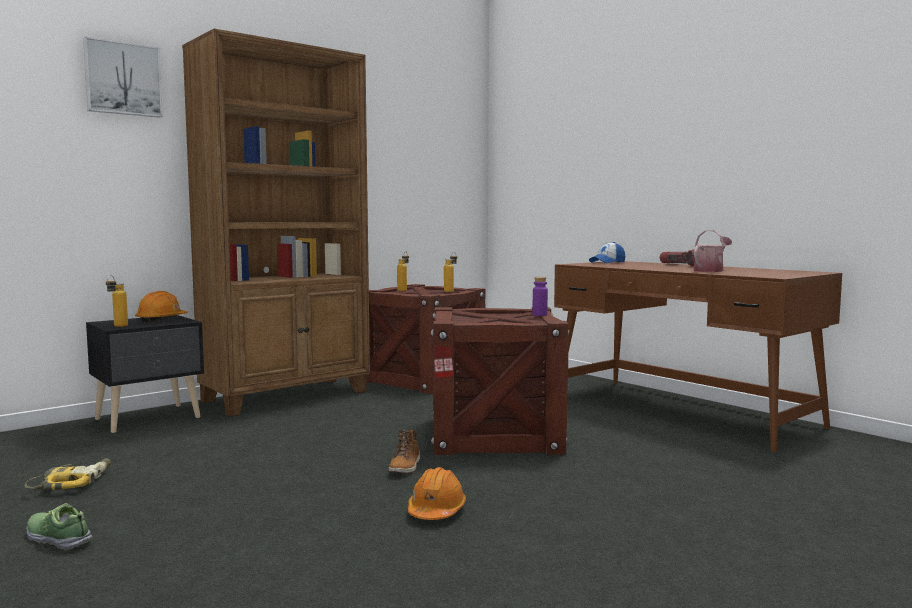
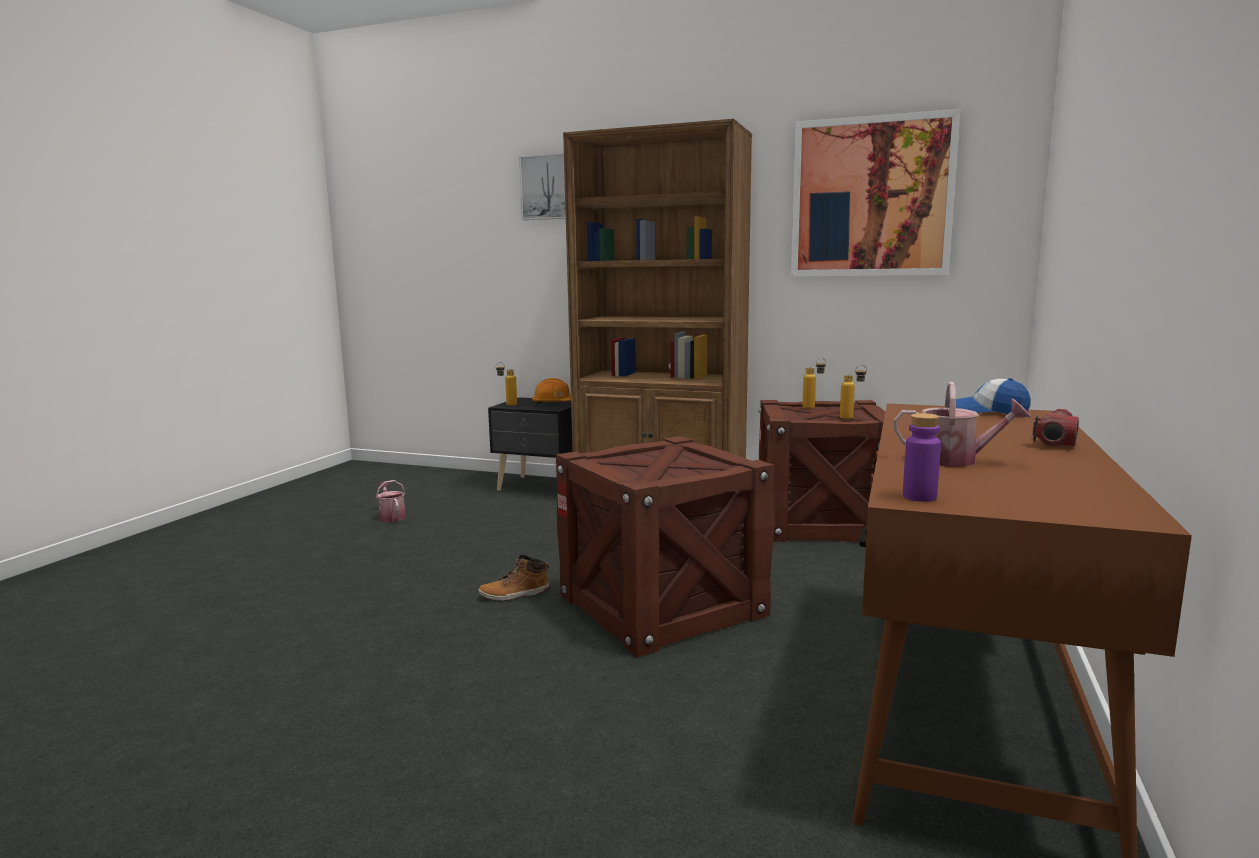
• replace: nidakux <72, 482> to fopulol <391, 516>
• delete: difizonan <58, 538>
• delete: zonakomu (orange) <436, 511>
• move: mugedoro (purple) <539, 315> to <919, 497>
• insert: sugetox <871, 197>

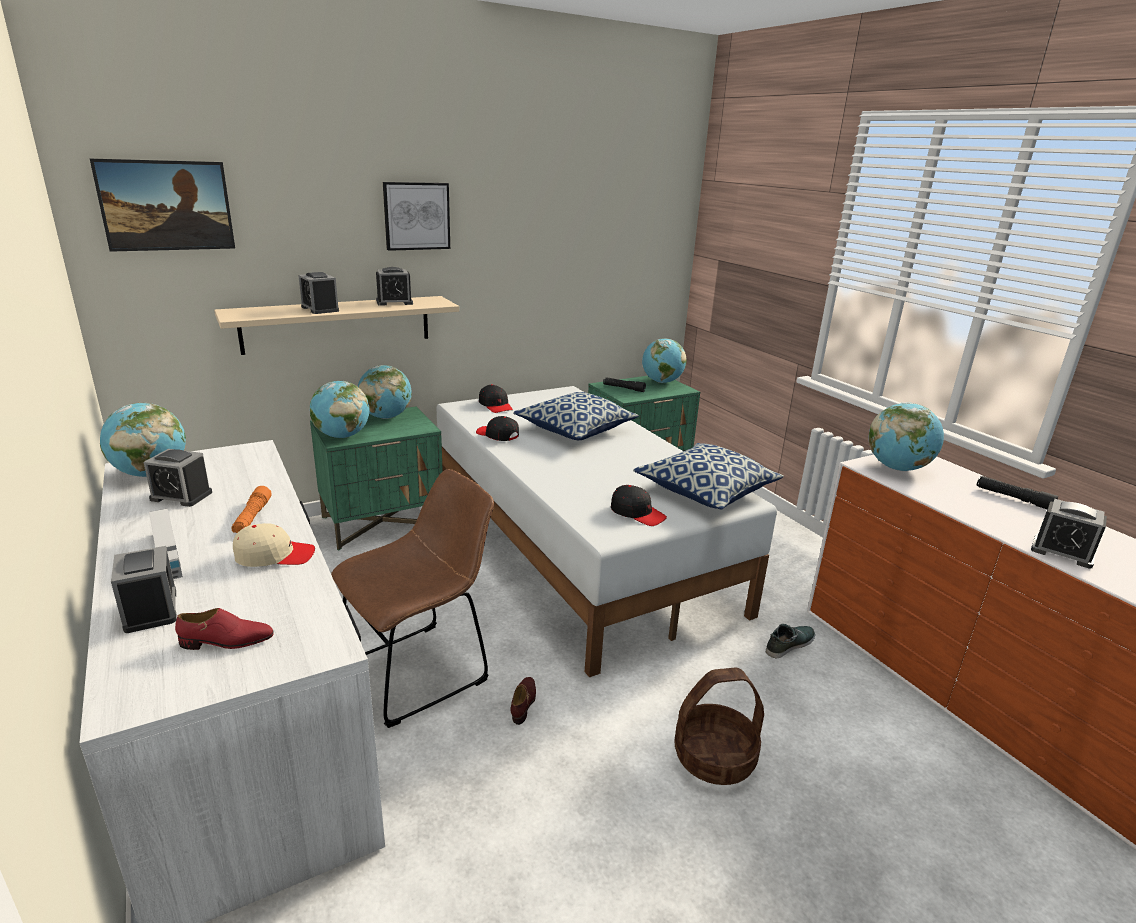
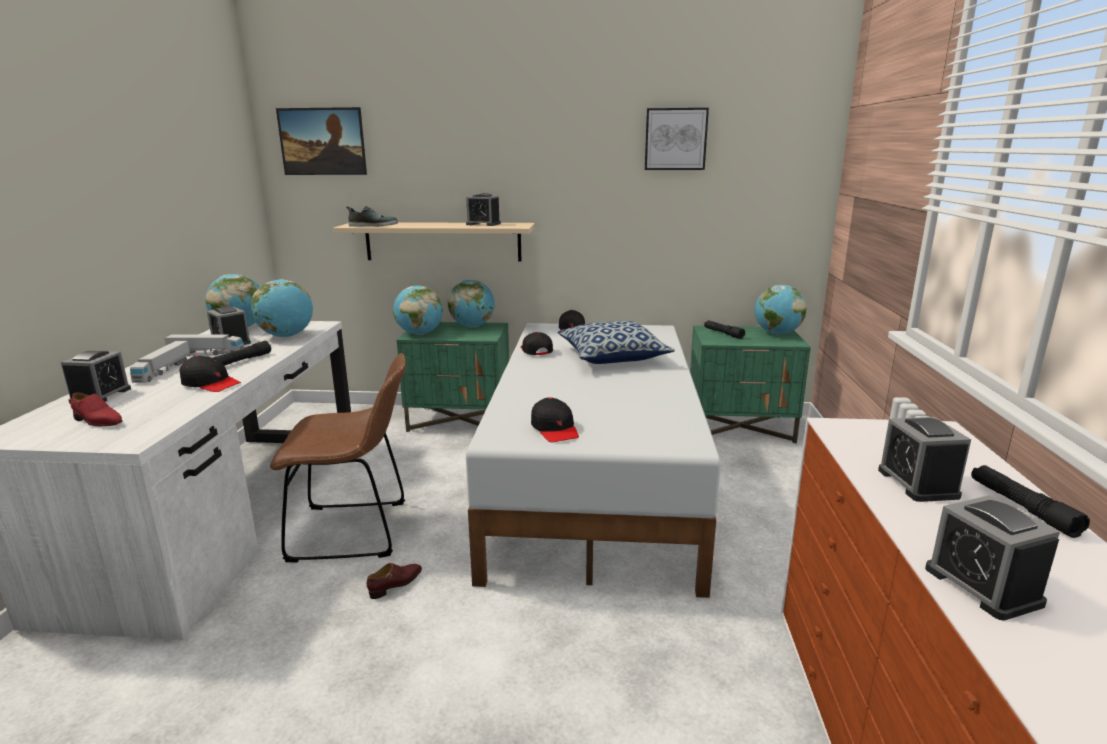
• recolor: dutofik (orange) <252, 517> to dutofik (black) <242, 361>
• recolor: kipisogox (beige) <274, 555> to kipisogox (black) <211, 383>
• move: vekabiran <320, 309> to <917, 483>
• move: sugetox <416, 216> to <675, 139>
• delete: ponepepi <706, 491>
• delete: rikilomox <714, 758>
• move: difizonan <789, 644> to <373, 225>
• move: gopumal <897, 468> to <287, 336>
• insert: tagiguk <206, 353>

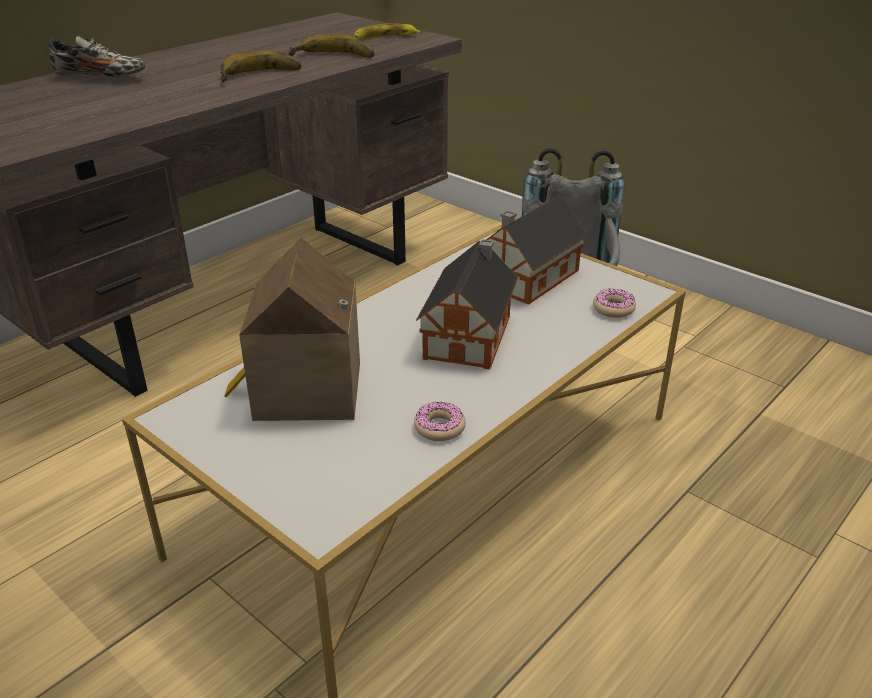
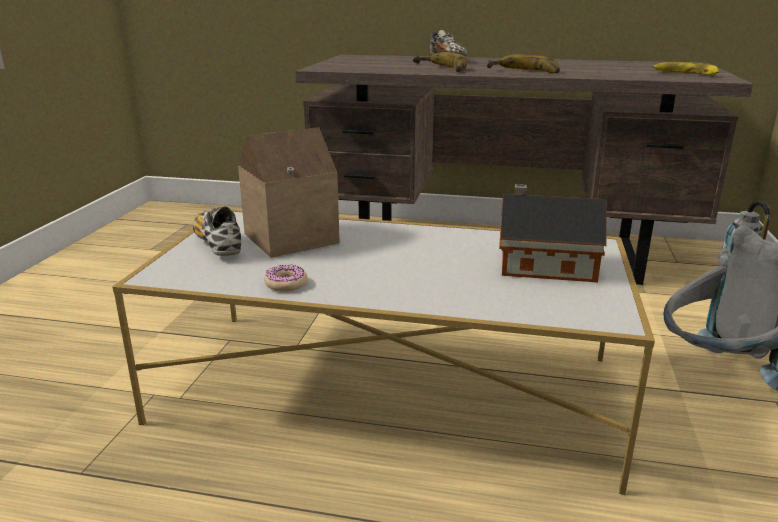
• move: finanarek <333, 57> to <439, 68>
• delete: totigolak <470, 334>
• delete: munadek <613, 309>
• insert: difizonan <218, 244>

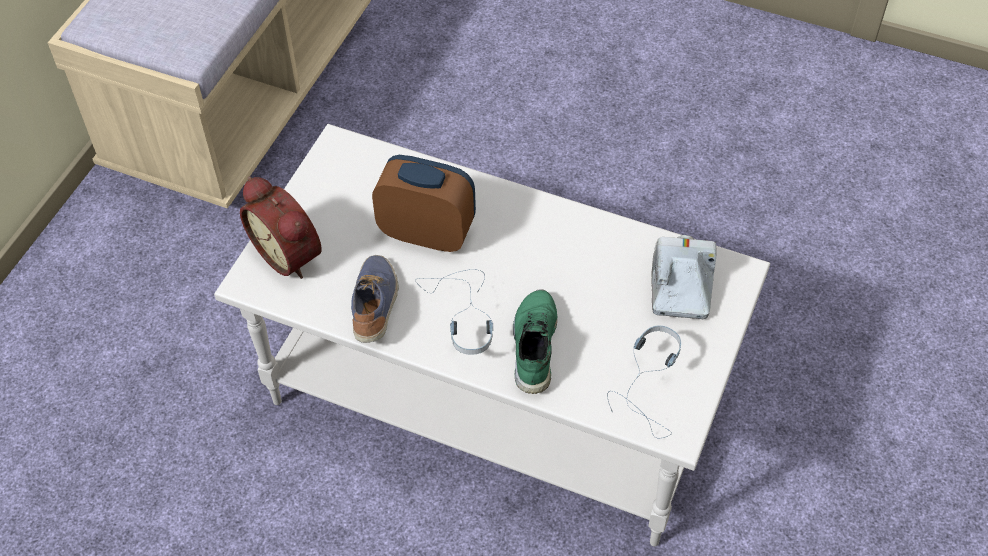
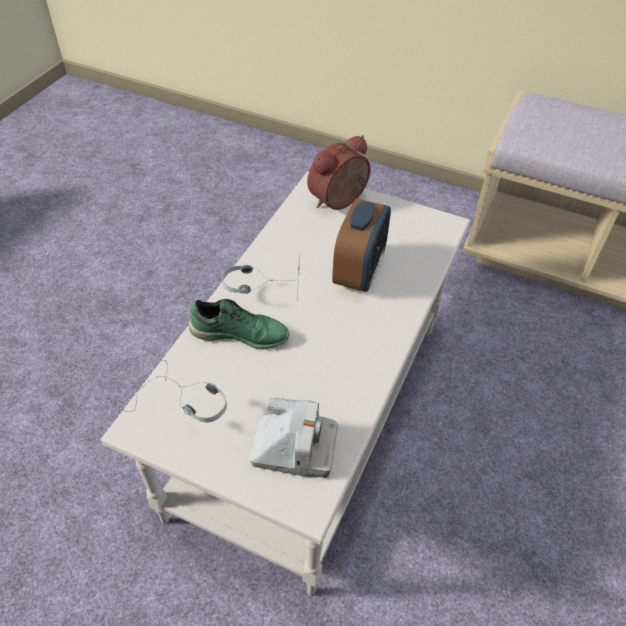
• delete: difizonan <376, 306>

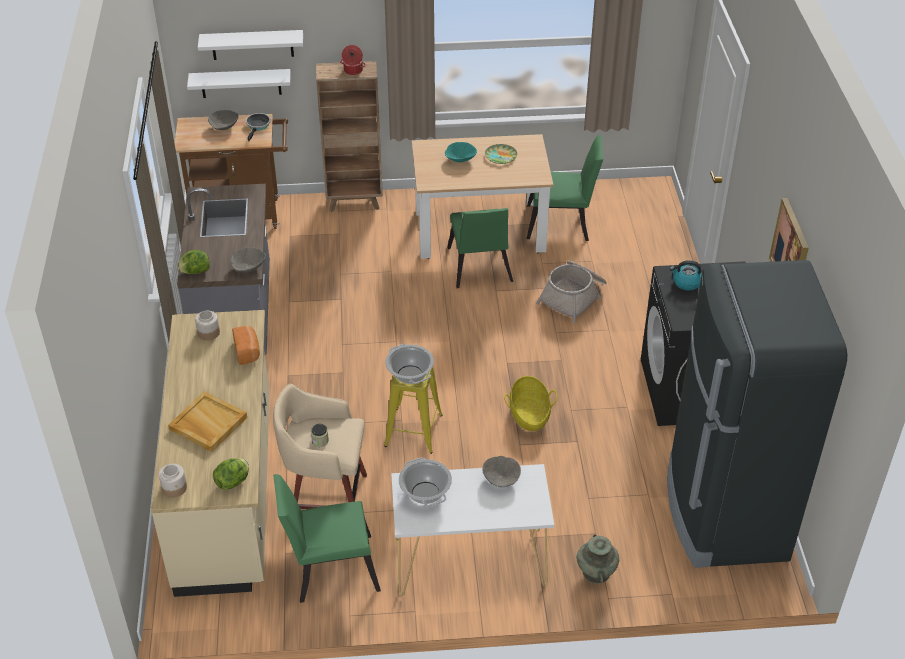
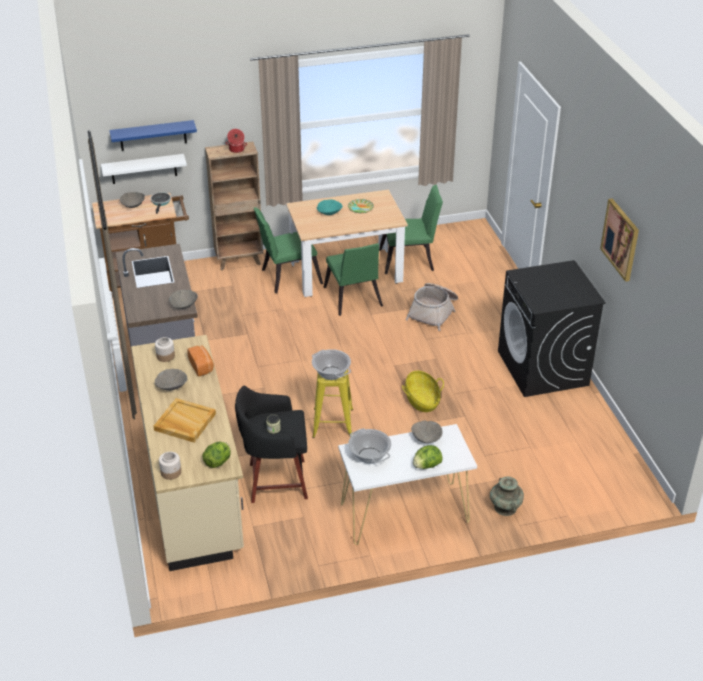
• move: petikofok <195, 271> to <426, 465>
• recolor: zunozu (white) <252, 44> to zunozu (blue) <153, 135>
• recolor: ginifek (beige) <326, 497> to ginifek (black) <275, 481>
• move: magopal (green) <329, 568> to <287, 277>
• delete: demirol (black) <724, 514>
• delete: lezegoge <686, 283>
• insert: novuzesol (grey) <171, 387>

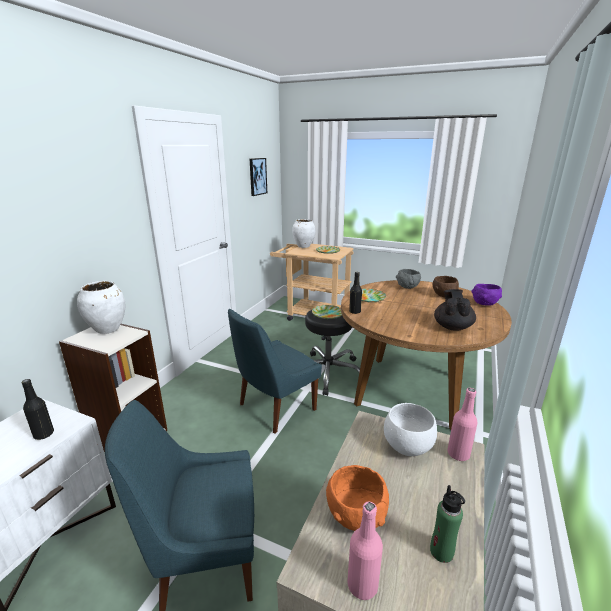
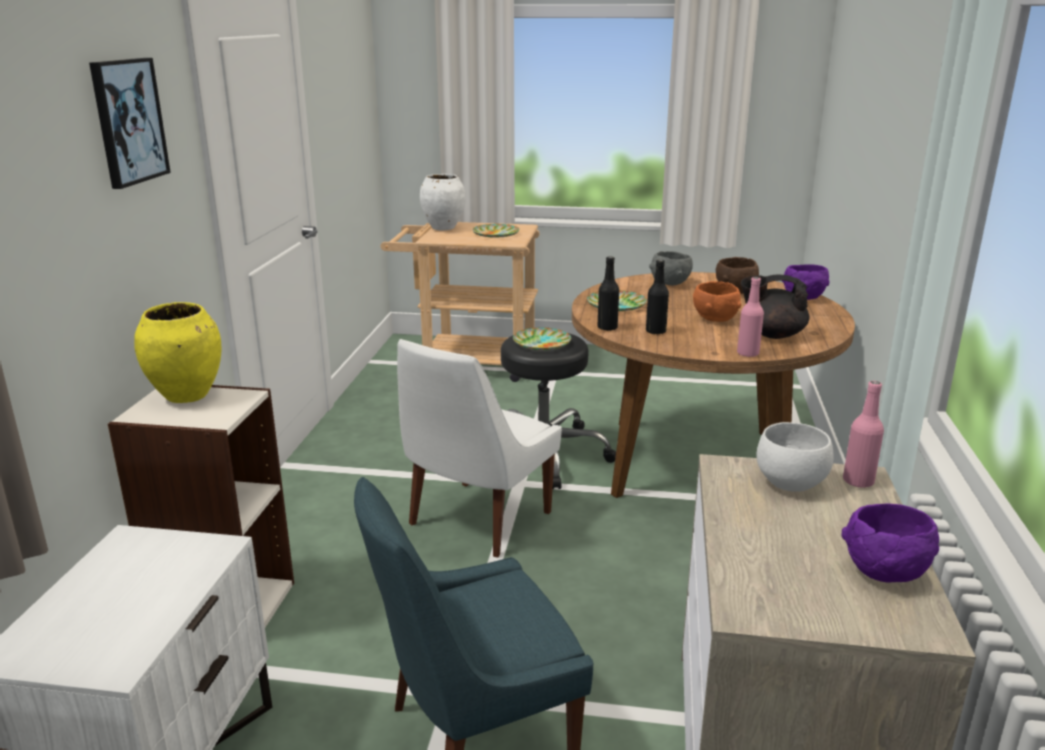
• move: mugedoro (black) <44, 434> to <655, 331>
• recolor: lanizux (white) <108, 329> to lanizux (yellow) <188, 395>
• recolor: magopal (blue) <274, 408> to magopal (white) <476, 521>
• move: sugetox <257, 176> to <128, 121>
• move: novuzesol (orange) <356, 516> to <714, 319>
• move: mugedoro (pink) <362, 585> to <747, 353>
• replace: mugedoro (green) <441, 551> to novuzesol (purple) <885, 572>
• rotate: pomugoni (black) <452, 327> = <772, 334> 75 degrees counterclockwise

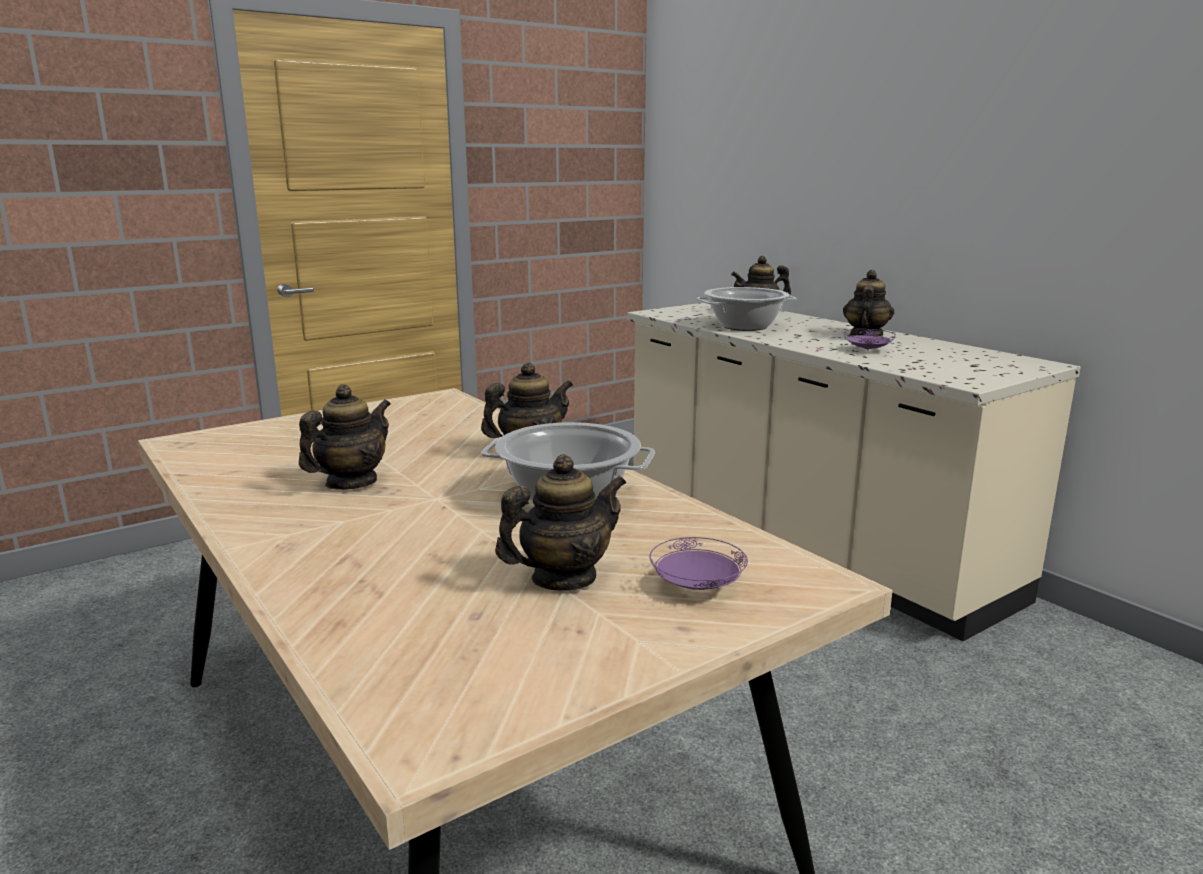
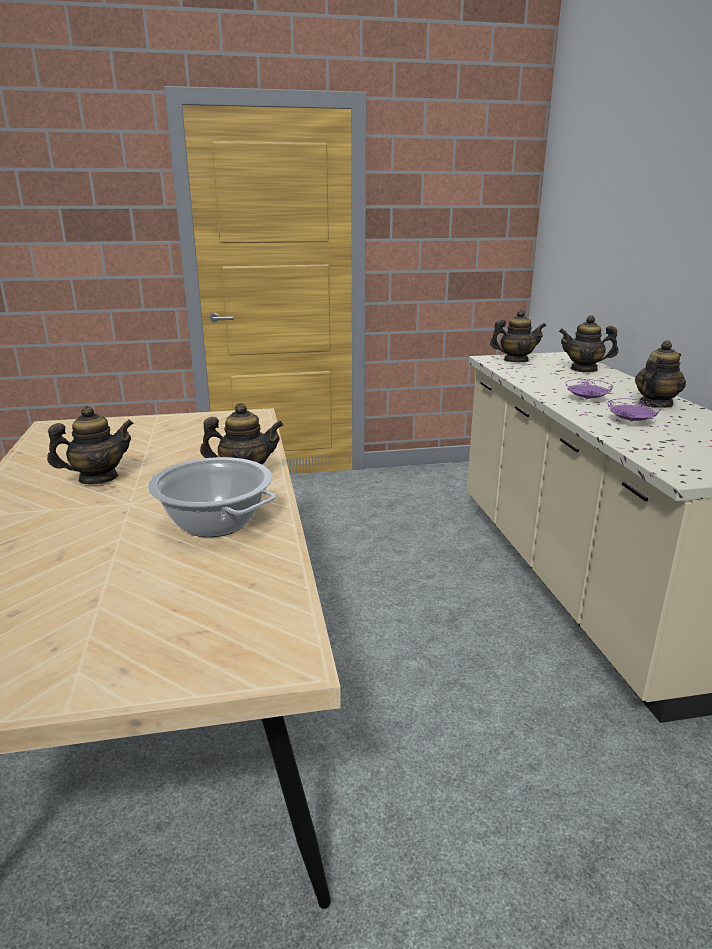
• move: pomugoni <563, 578> to <515, 361>
• move: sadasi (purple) <696, 587> to <586, 399>
• delete: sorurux <745, 326>

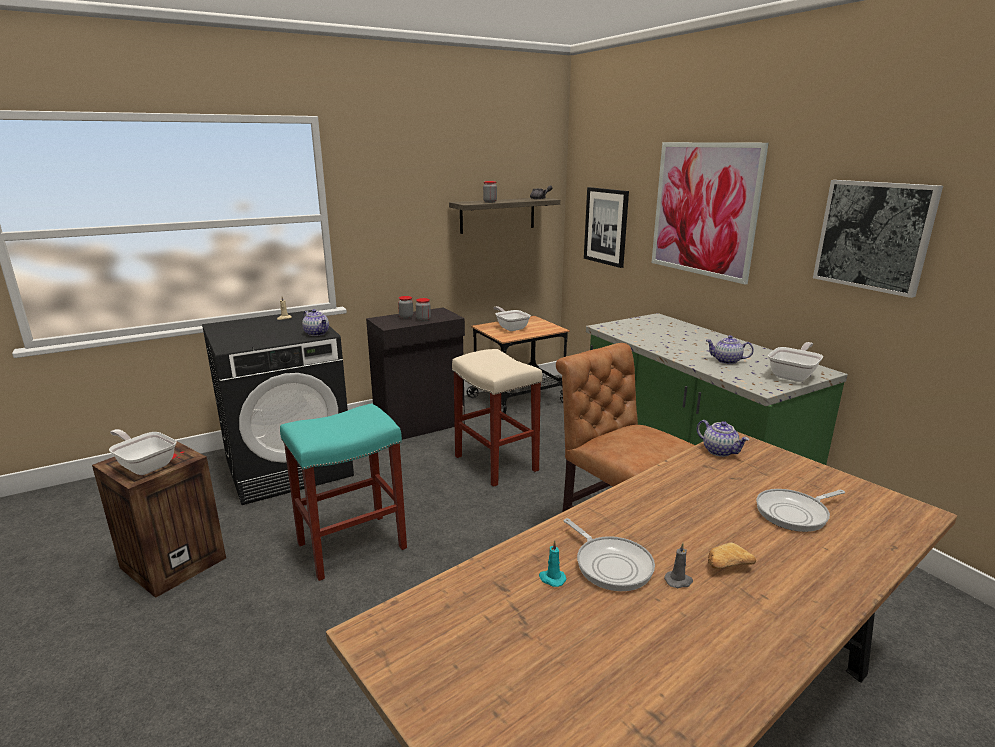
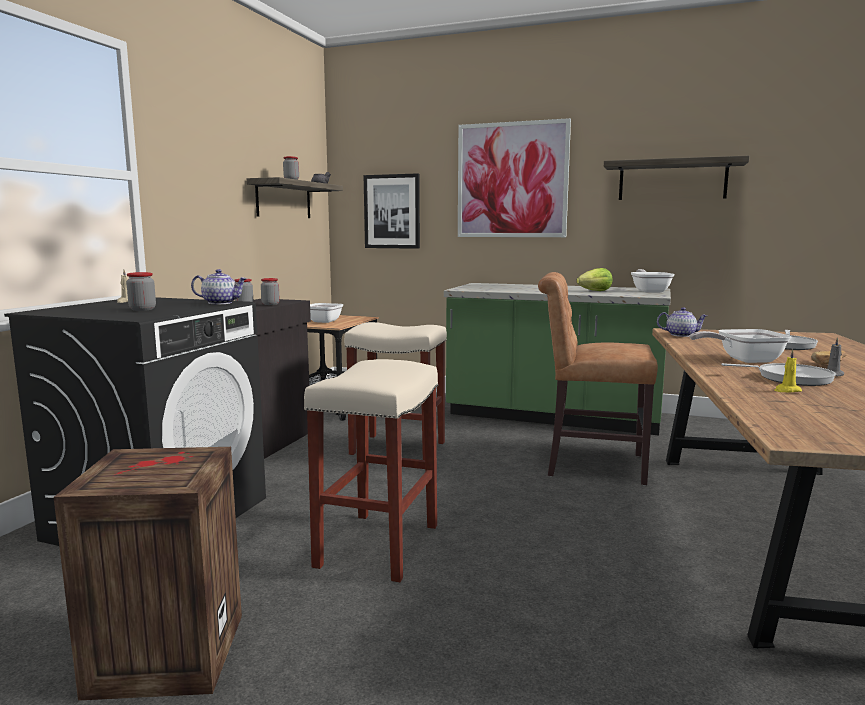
• move: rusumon <145, 465> to <743, 360>
• recolor: ginifek (turquoise) <353, 545> to ginifek (beige) <378, 544>
• recolor: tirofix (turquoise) <551, 579> to tirofix (yellow) <787, 390>
• replace: pomugoni <726, 361> to petikofok <595, 291>
• replace: sugetox <874, 236> to zunozu <672, 180>
• insert: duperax <142, 309>

